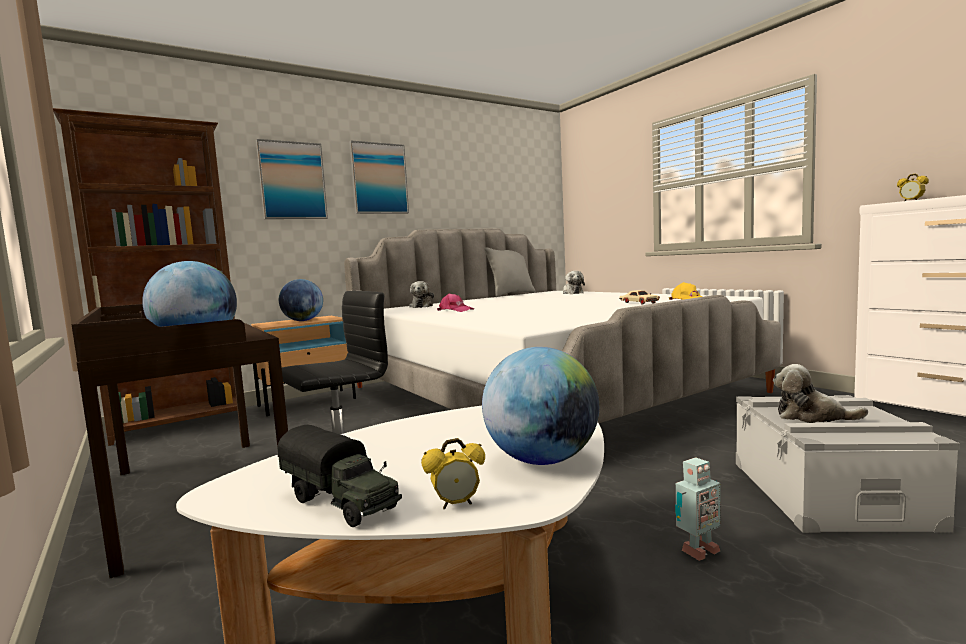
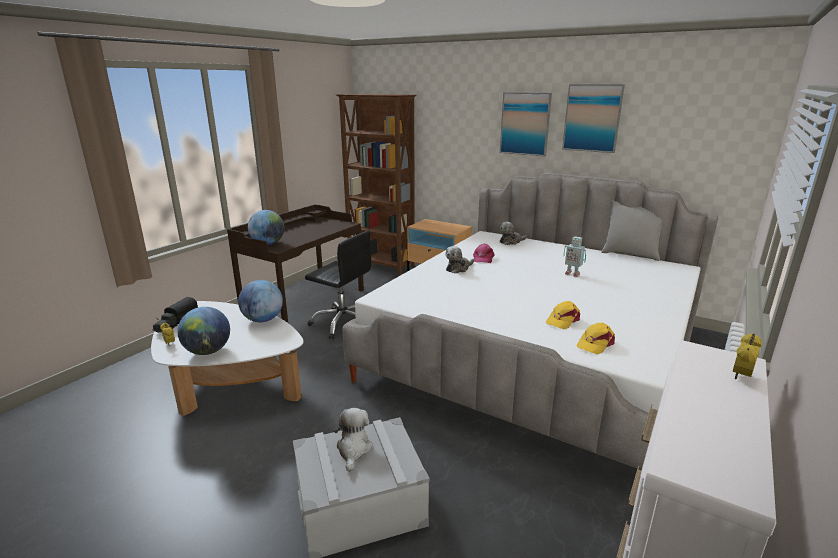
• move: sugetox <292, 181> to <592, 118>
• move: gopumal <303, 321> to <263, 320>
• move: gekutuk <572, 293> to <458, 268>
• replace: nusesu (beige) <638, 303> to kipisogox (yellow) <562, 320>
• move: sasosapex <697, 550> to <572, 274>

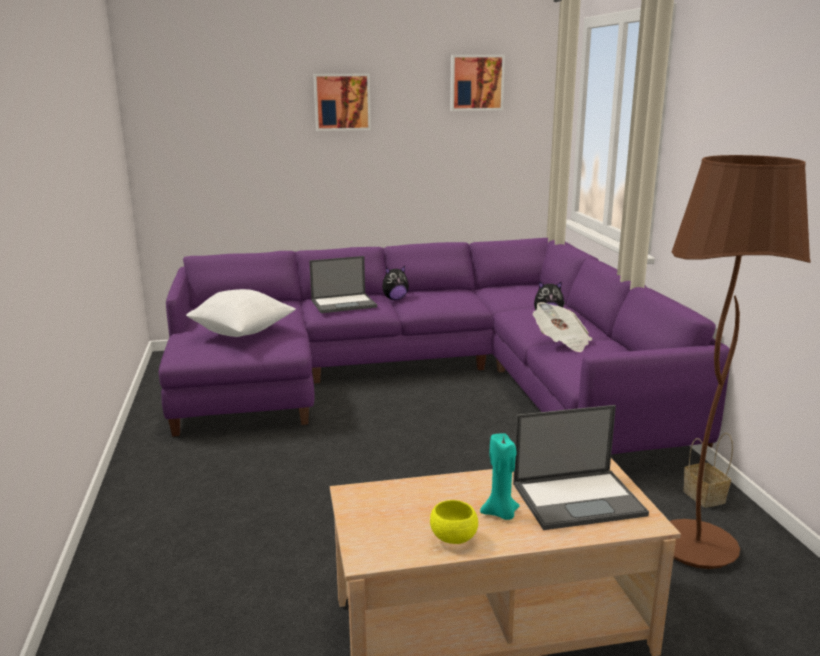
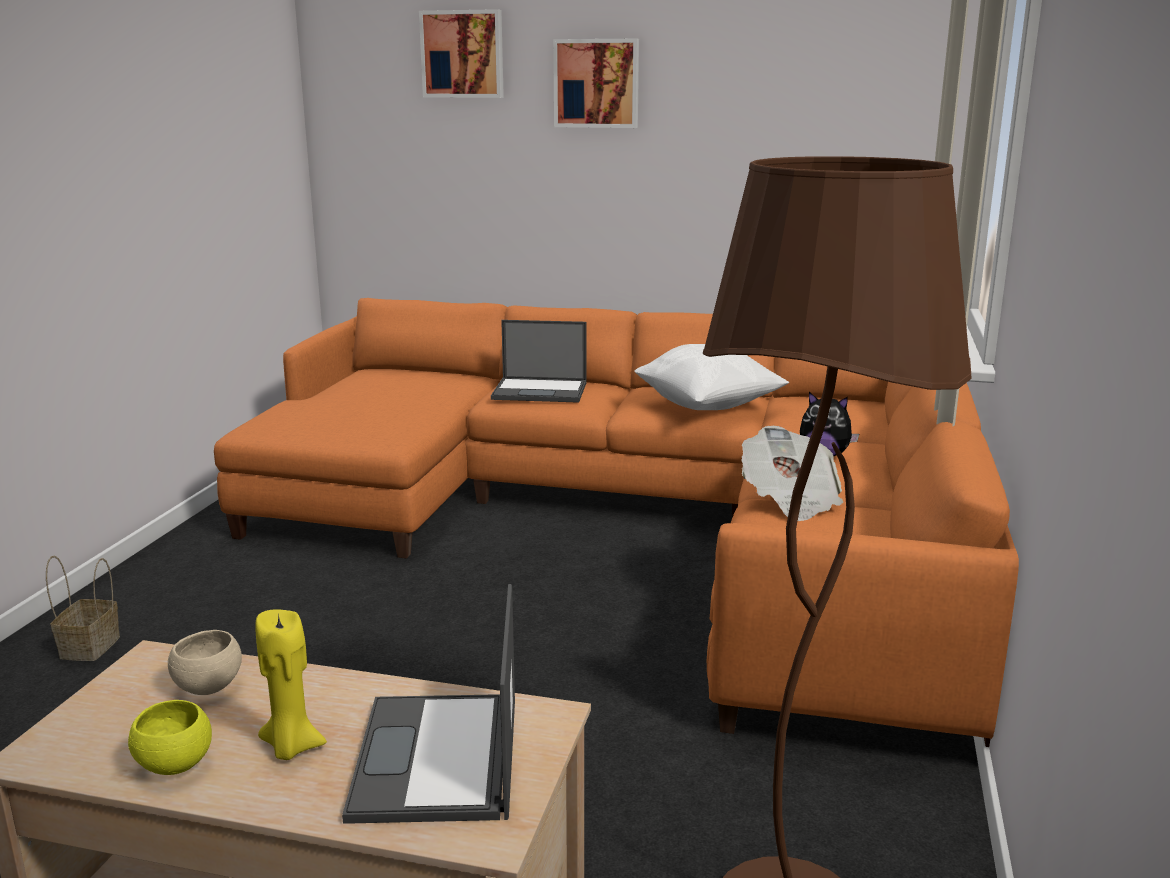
• recolor: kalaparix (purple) <428, 377> to kalaparix (orange) <645, 524>
• move: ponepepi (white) <242, 333> to <708, 407>
• delete: gekutuk <395, 299>
• move: sugetox <476, 82> to <463, 54>
• recolor: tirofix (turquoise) <501, 513> to tirofix (yellow) <291, 747>
• rotate: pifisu <579, 499> = <438, 759> 75 degrees clockwise
• move: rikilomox <705, 497> to <90, 648>
• insert: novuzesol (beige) <209, 686>

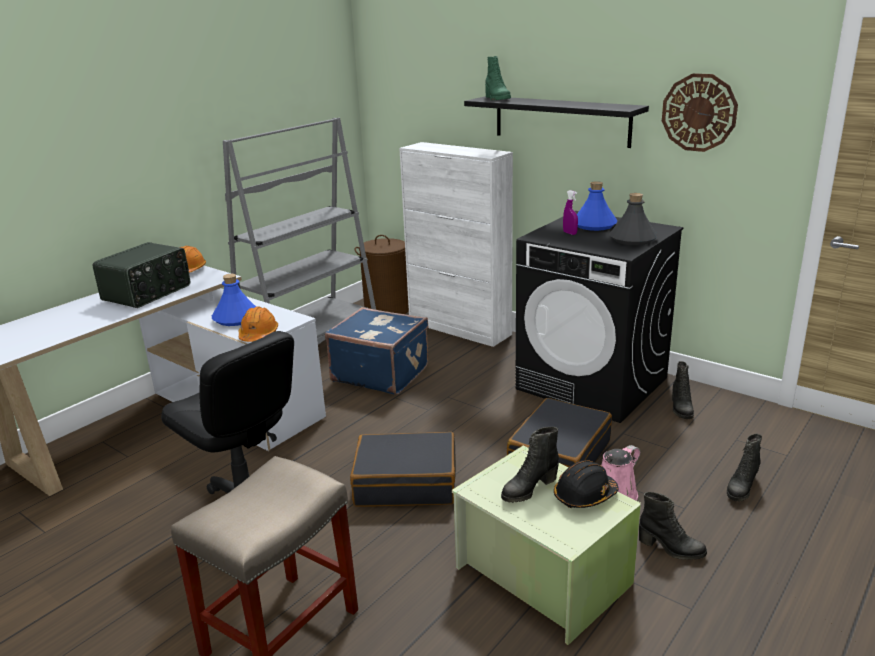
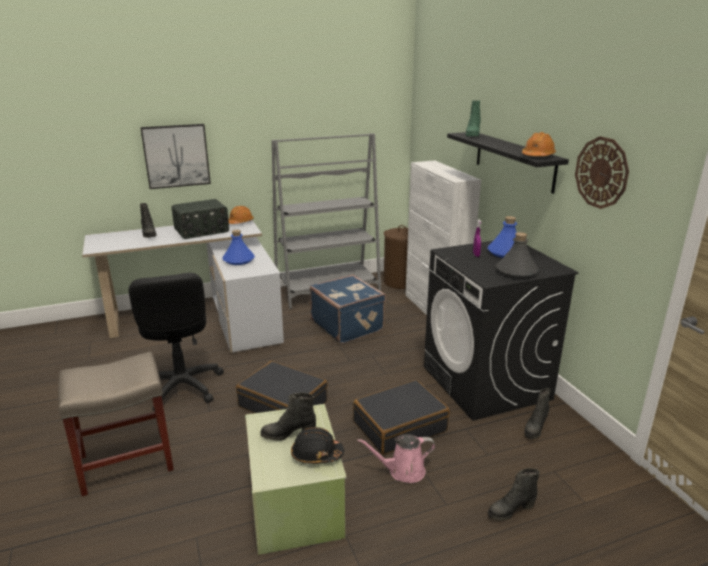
• move: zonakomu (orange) <258, 335> to <537, 156>
• move: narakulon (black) <671, 548> to <148, 234>
• insert: sugetox <176, 156>

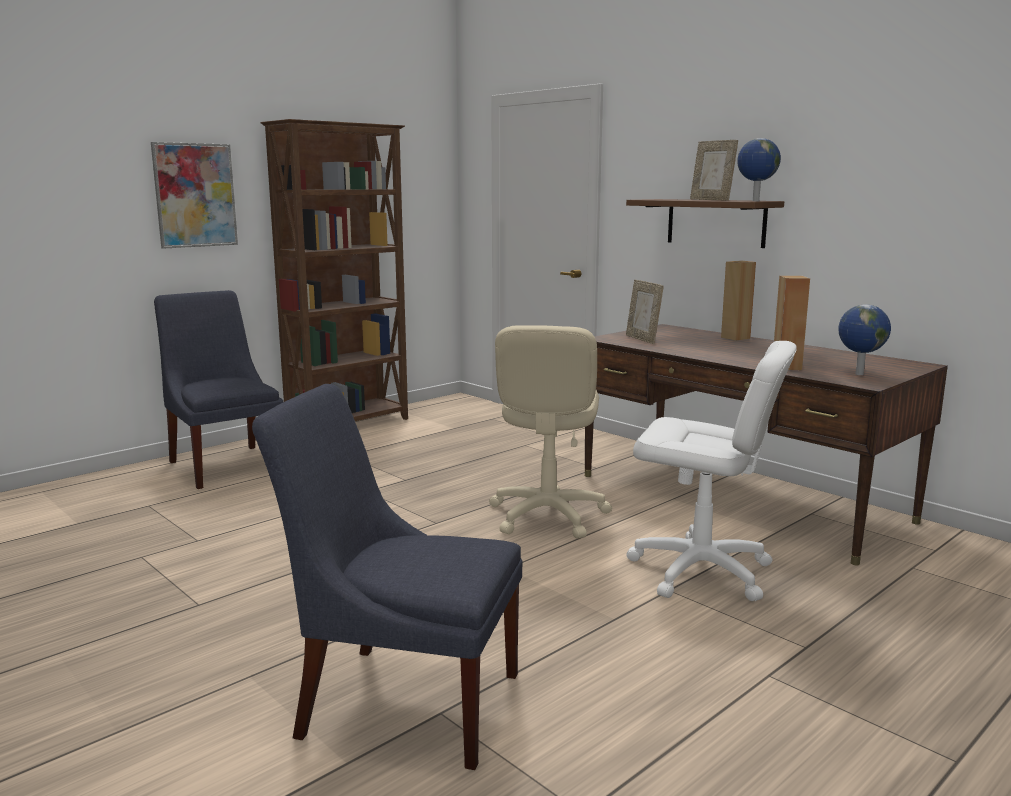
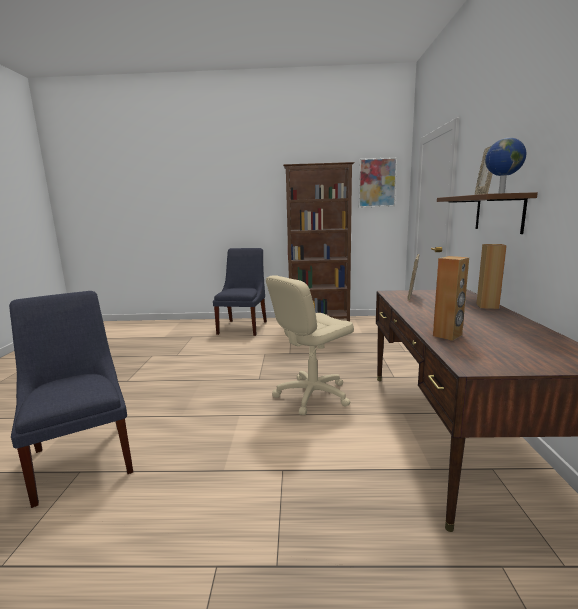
• move: sugetox <195, 195> to <377, 182>
• delete: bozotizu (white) <701, 571>
• delete: gopumal <858, 374>

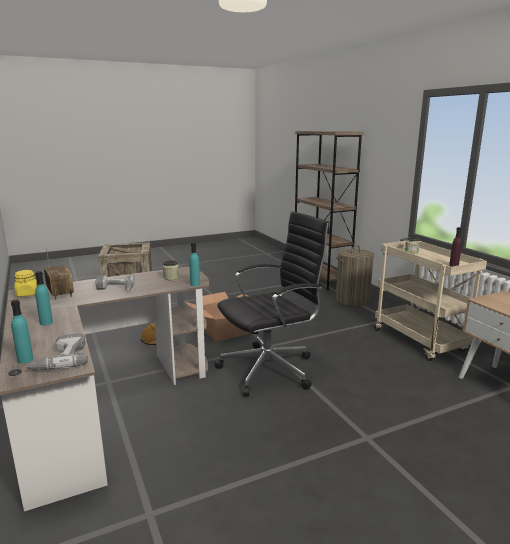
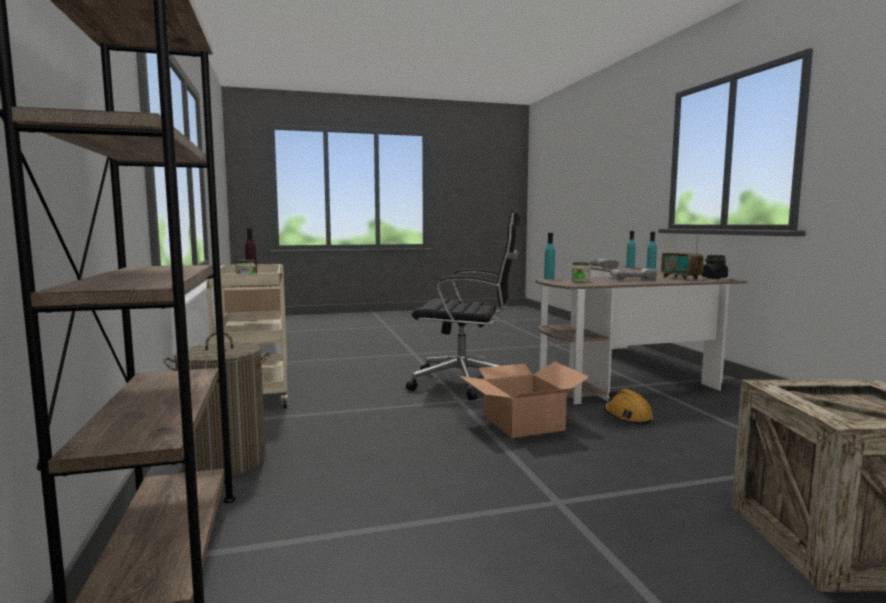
• recolor: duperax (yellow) <27, 294> to duperax (black) <714, 278>
• rotate: bozotizu (black) <270, 369> = <466, 383> 150 degrees counterclockwise

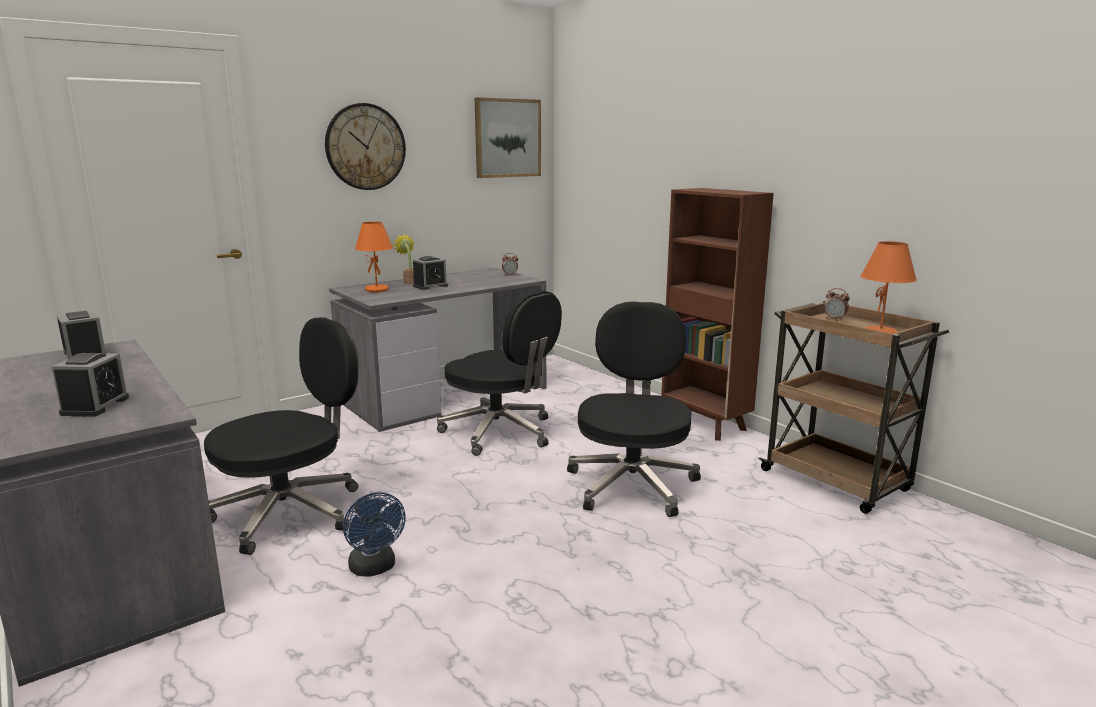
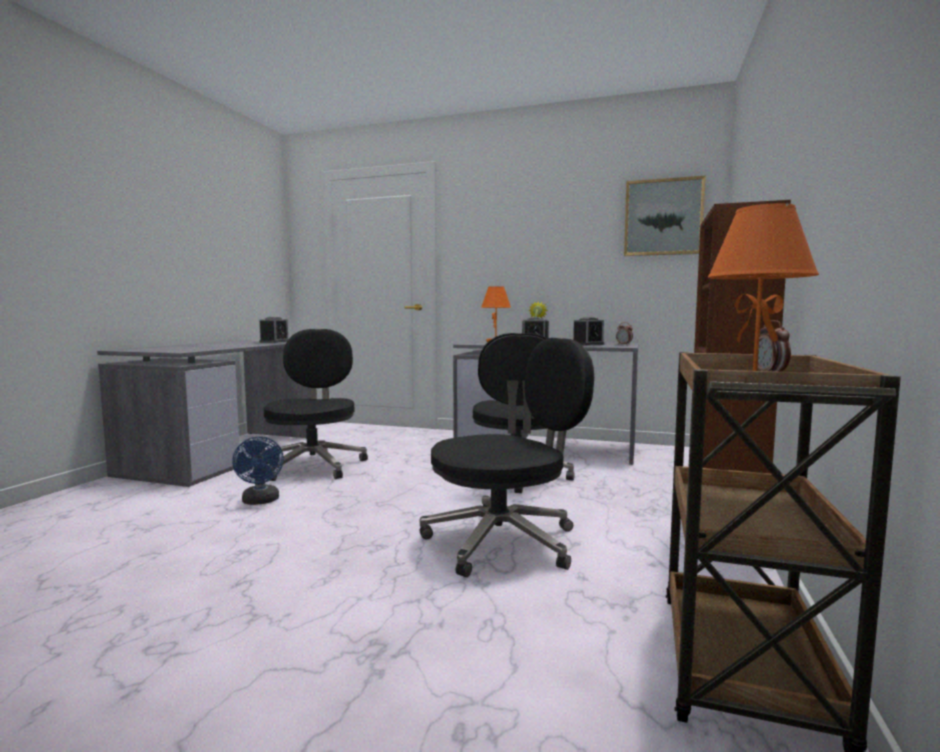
• move: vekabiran <95, 406> to <588, 344>
• rotate: bozotizu (black) <290, 512> = <314, 465> 105 degrees counterclockwise
• delete: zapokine <365, 147>
• rotate: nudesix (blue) <375, 568> = <261, 501> 45 degrees counterclockwise

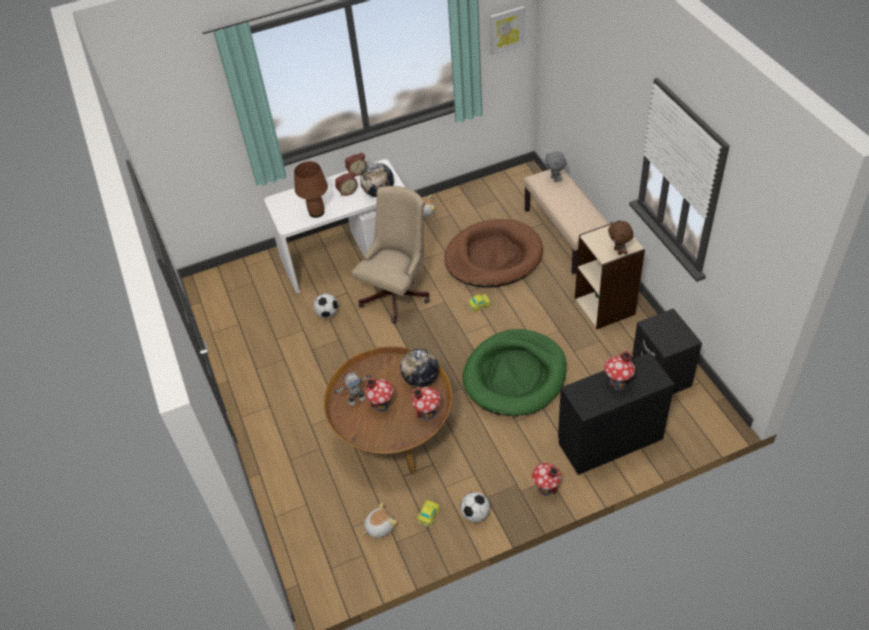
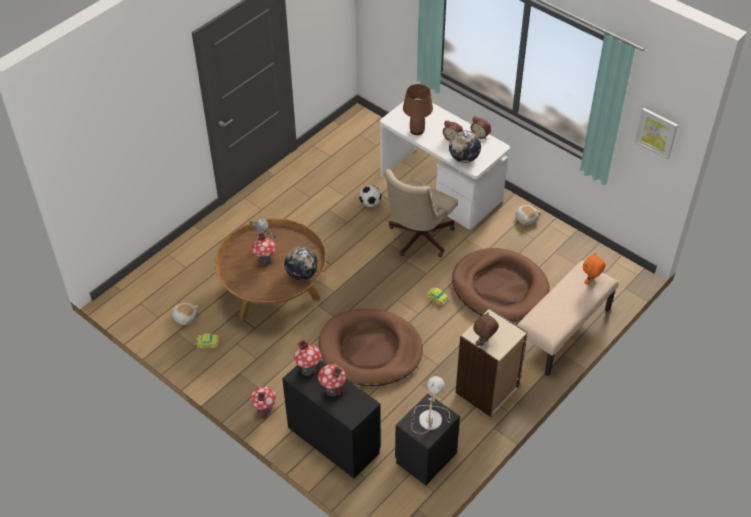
• rotate: bozotizu (beige) <398, 293> = <418, 239> 120 degrees clockwise
• move: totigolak <427, 413> to <308, 369>
• delete: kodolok <475, 514>
• recolor: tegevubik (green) <515, 375> to tegevubik (brown) <370, 350>
• recolor: gekutuk (grey) <555, 179> to gekutuk (orange) <590, 281>
• insert: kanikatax <428, 418>

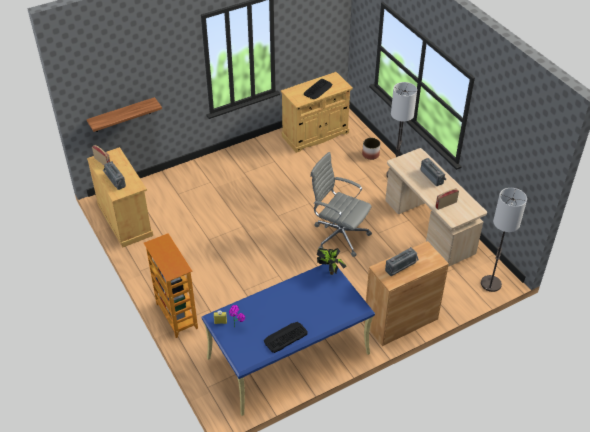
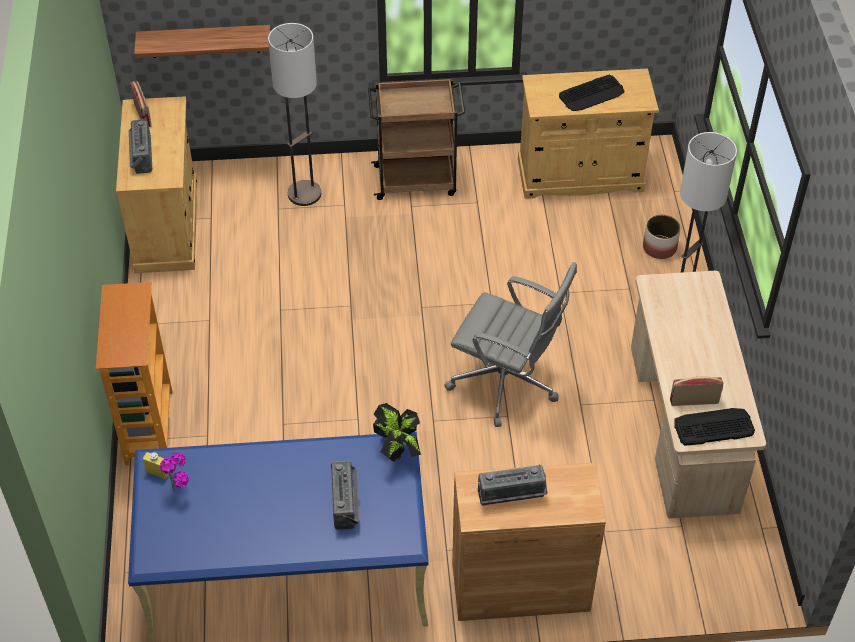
• move: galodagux <285, 337> to <713, 427>
• rotate: bozotizu (grey) <339, 235> = <507, 383> 150 degrees clockwise
• move: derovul <433, 176> to <347, 503>
• move: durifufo <490, 283> to <304, 193>
• insert: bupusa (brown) <416, 180>

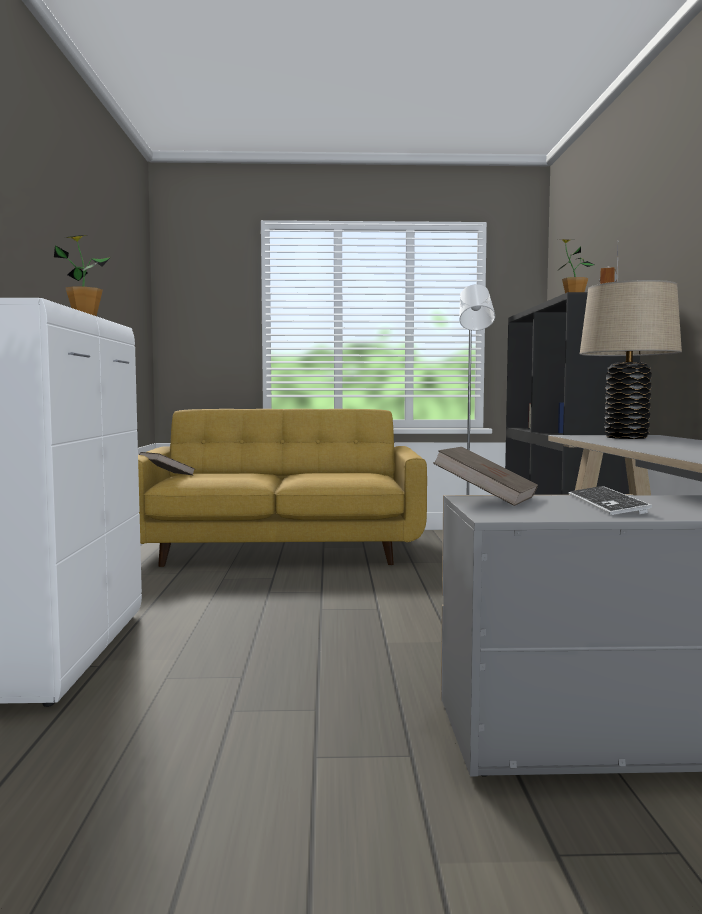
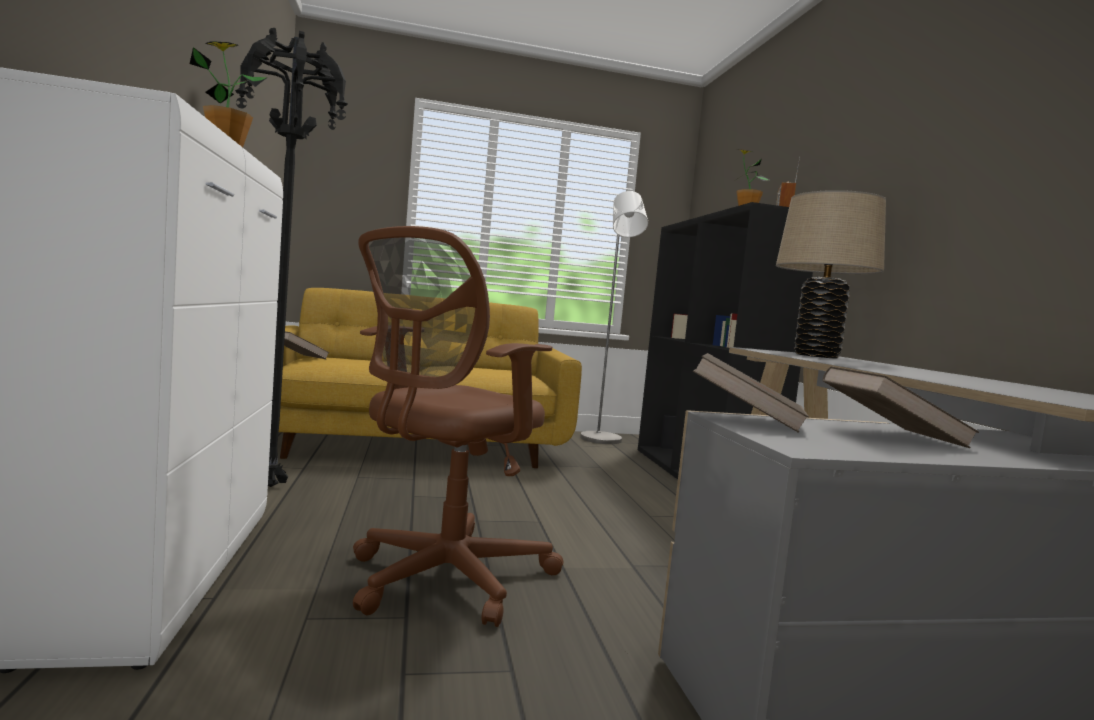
• replace: galodagux <606, 504> to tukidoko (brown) <890, 435>
• insert: durifufo (black) <274, 487>
• insert: bozotizu (brown) <442, 580>

